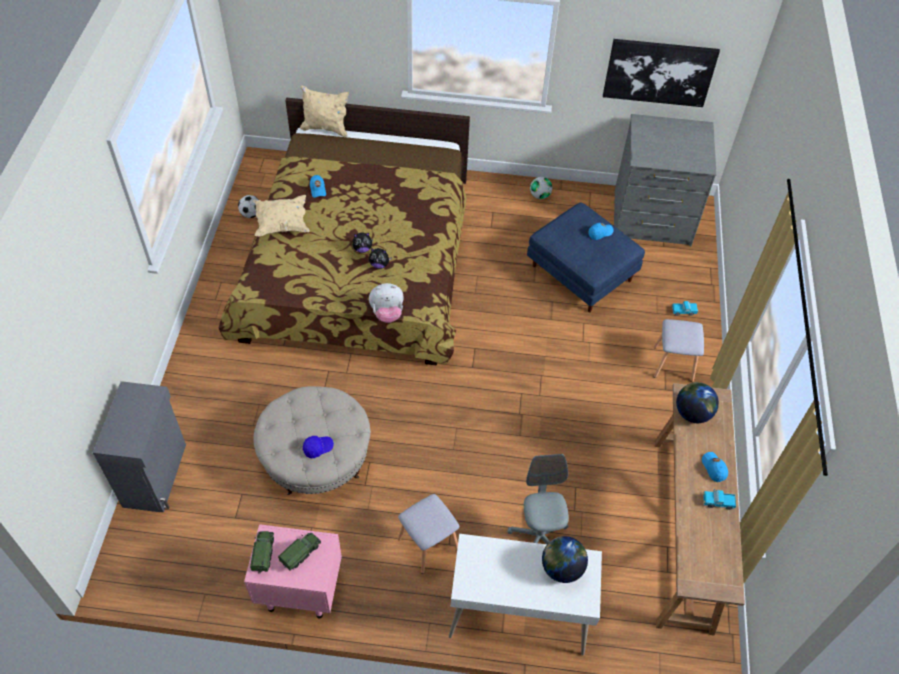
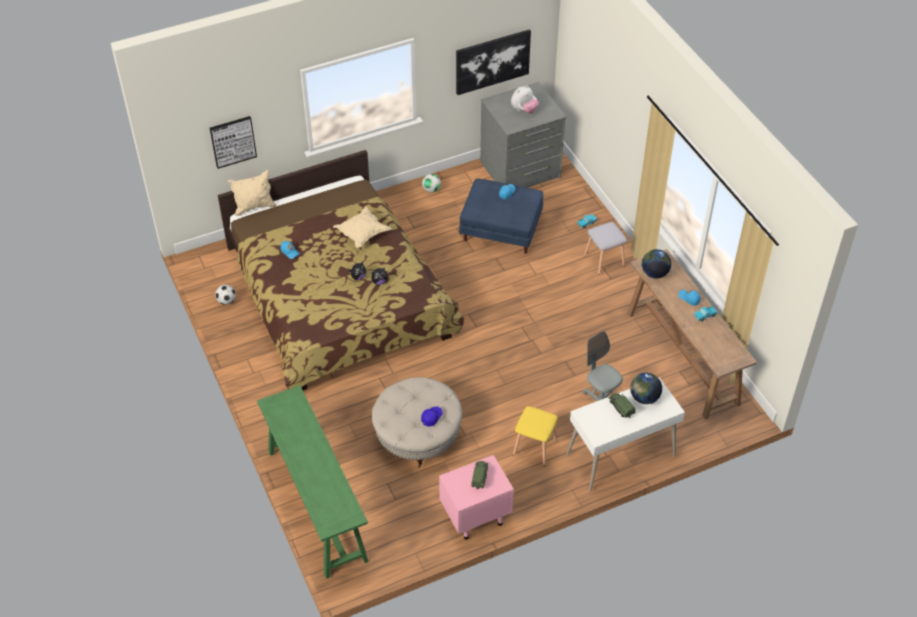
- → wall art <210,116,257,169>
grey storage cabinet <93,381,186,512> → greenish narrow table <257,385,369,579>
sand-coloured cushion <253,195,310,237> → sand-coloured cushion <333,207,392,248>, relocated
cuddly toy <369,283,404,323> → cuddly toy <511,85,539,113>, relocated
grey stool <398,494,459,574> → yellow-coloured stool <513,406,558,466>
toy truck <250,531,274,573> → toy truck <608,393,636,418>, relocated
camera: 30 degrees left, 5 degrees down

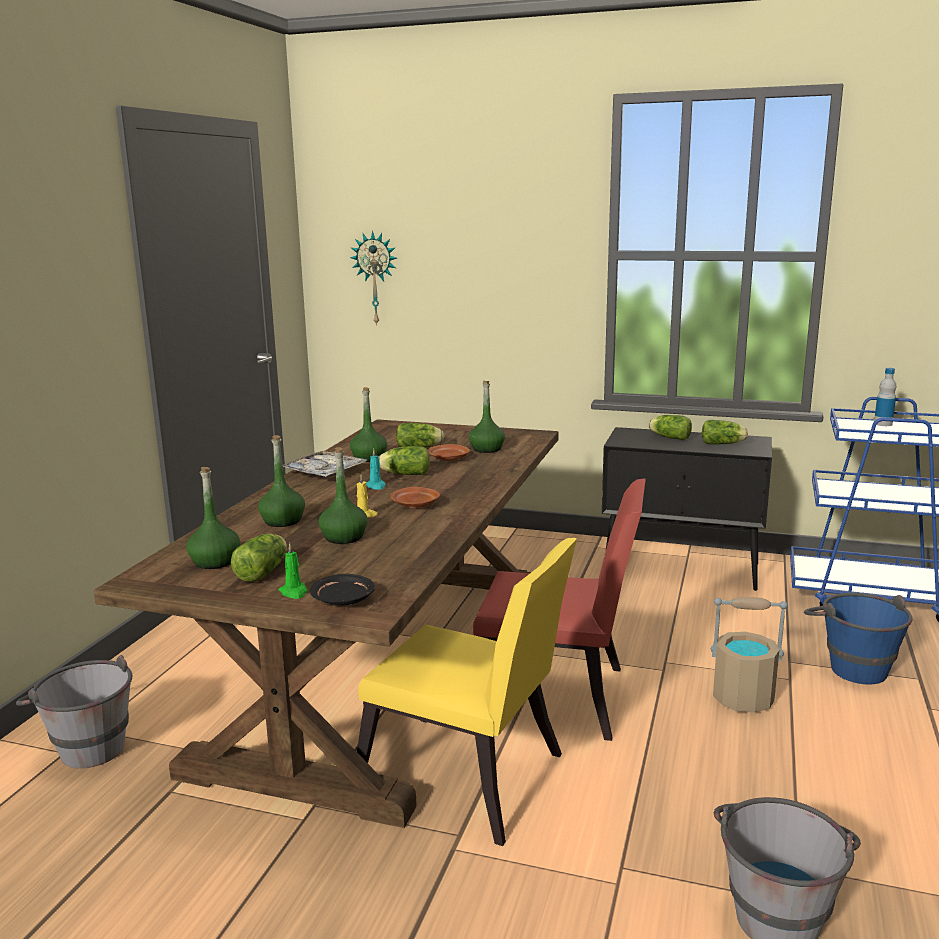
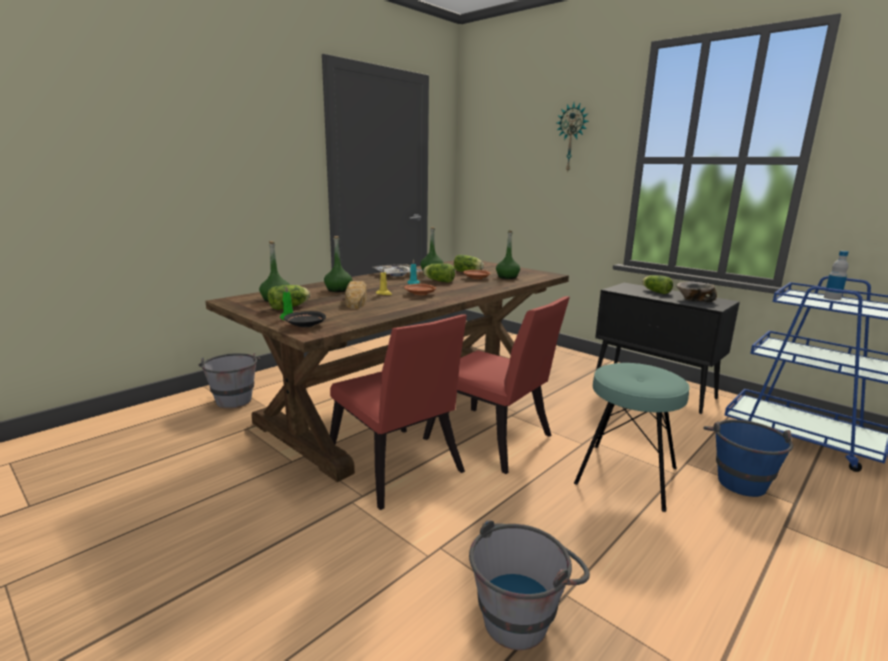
yellow-coloured upright chair <357,538,577,846> → reddish upright chair <330,315,467,510>
greenish bottle <319,447,368,544> → bread <345,281,367,309>
wall clock <350,231,397,326> → wall clock <557,103,589,173>, relocated
sand-coloured bucket <711,597,788,712> → blue-green stool <574,363,690,512>
lettuce head <702,420,748,444> → deep dish <676,281,717,302>
camera: 25 degrees right, 0 degrees up

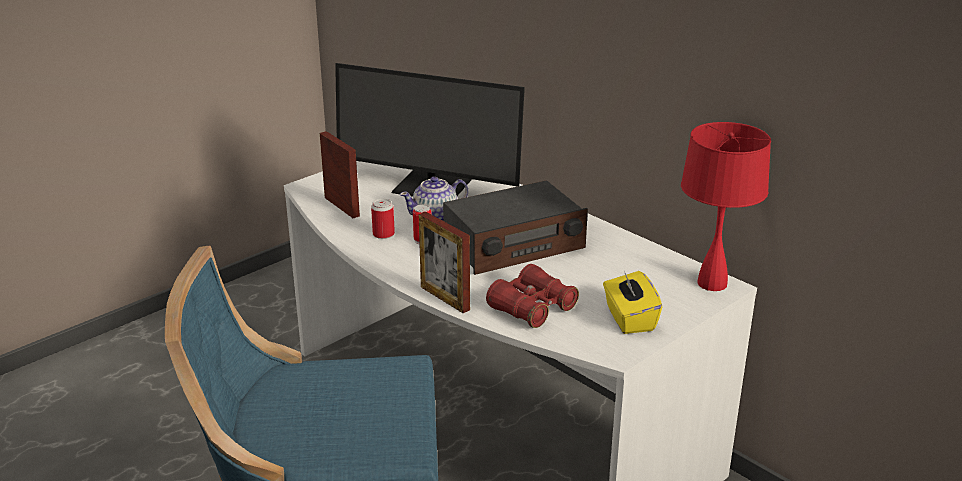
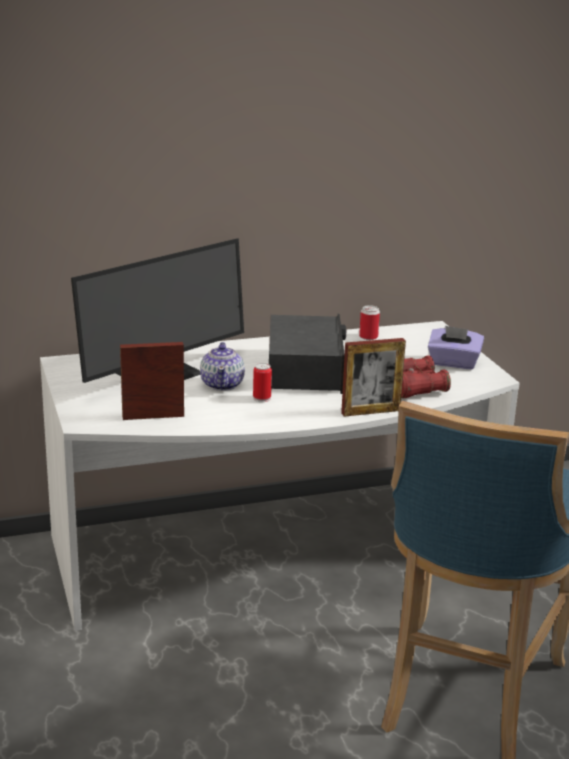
can <371,198,395,239> → can <359,305,380,340>, relocated
yellow-coloured box of tissues <603,271,662,334> → purple-coloured box of tissues <428,325,484,369>
reddish tabletop lamp <681,122,771,291> → -
camera: 65 degrees left, 5 degrees down

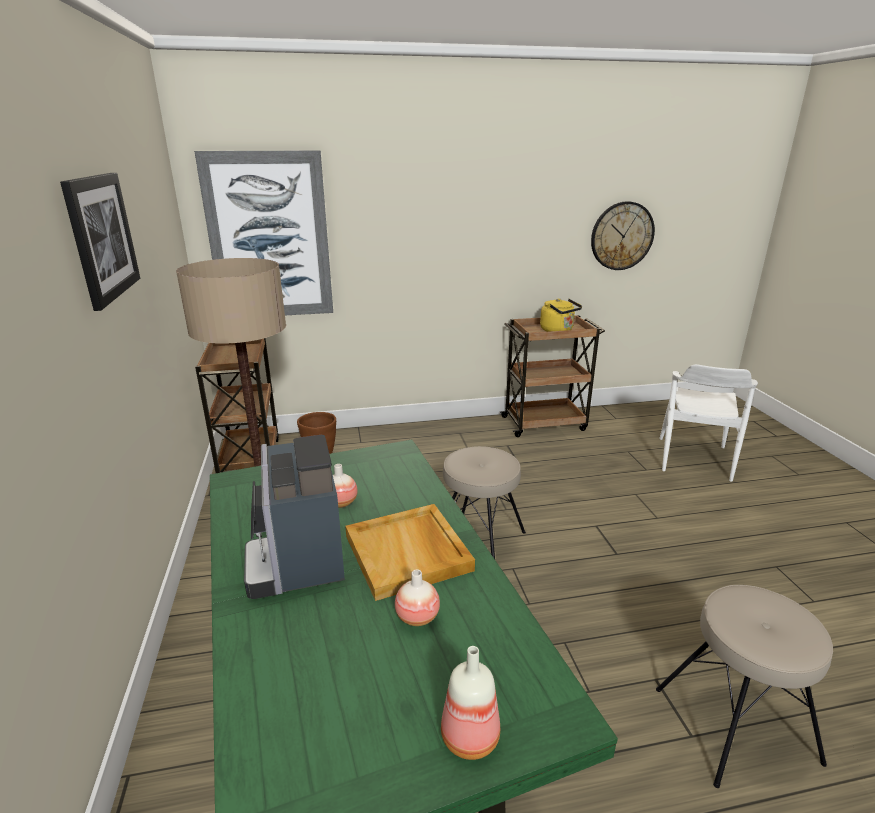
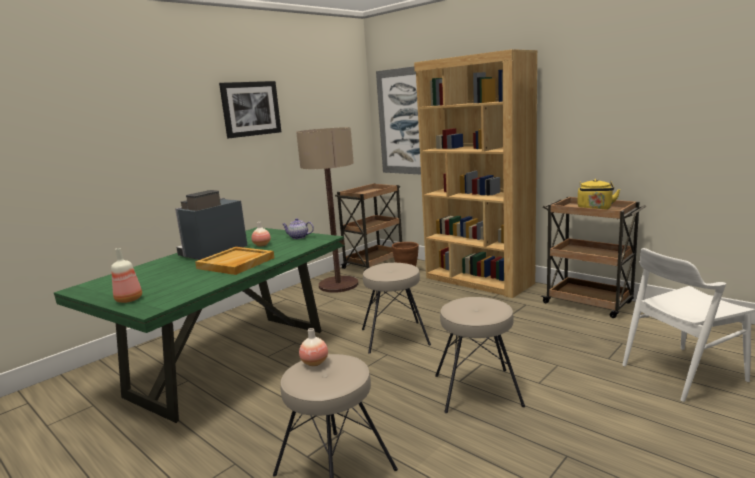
- → teapot <282,218,314,239>
flower vase <395,570,440,626> → flower vase <299,328,328,366>, relocated
- → brownish bookshelf <414,49,537,298>
- → sand-coloured stool <435,297,525,413>
wall clock <591,201,655,270> → -
camera: 55 degrees right, 10 degrees down

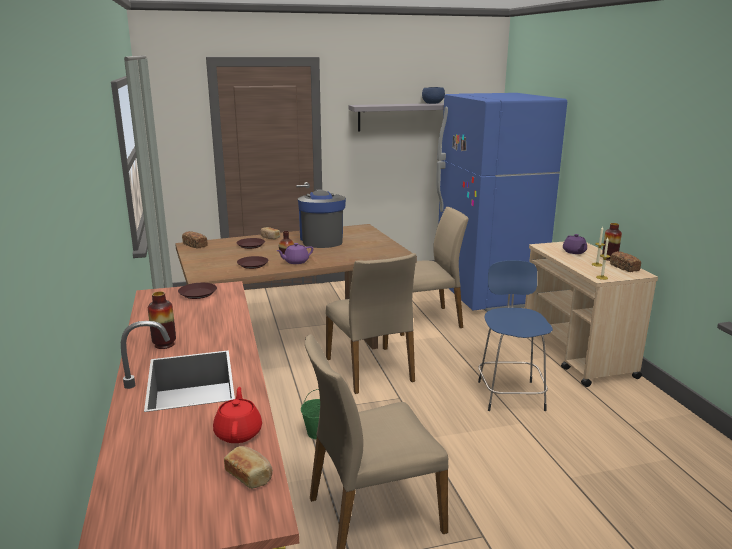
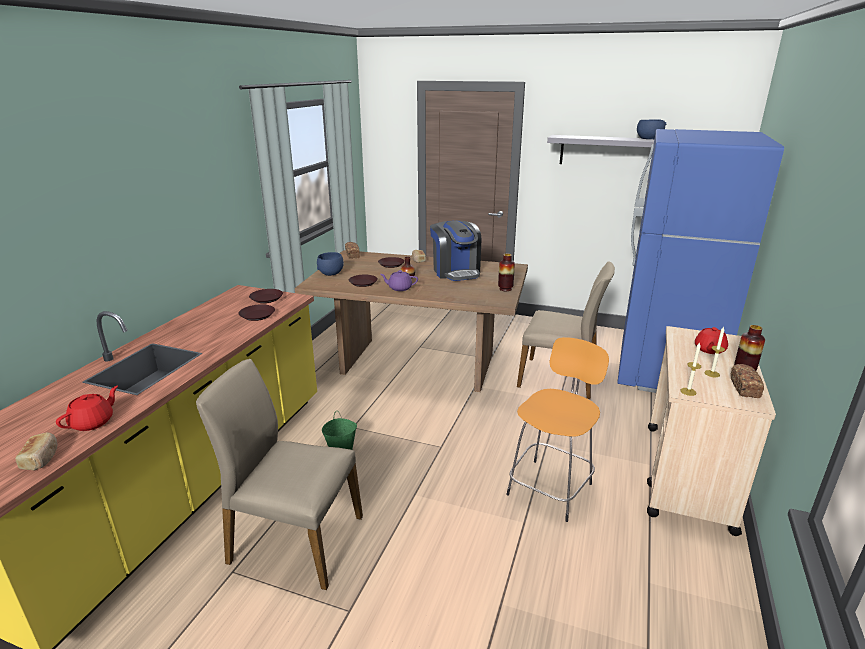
- → brownish plate <238,304,275,321>
- → bluish deep dish <317,252,344,276>
coffee machine <298,189,346,248> → coffee machine <430,221,481,281>, 135 degrees clockwise
flower vase <148,291,176,349> → flower vase <498,254,515,291>, relocated
bluish stool <478,260,553,411> → orangey stool <506,337,609,522>
purple-coloured teapot <563,234,587,254> → reddish teapot <695,327,728,354>
sand-coloured upright chair <326,253,416,394> → -
camera: 35 degrees right, 5 degrees up

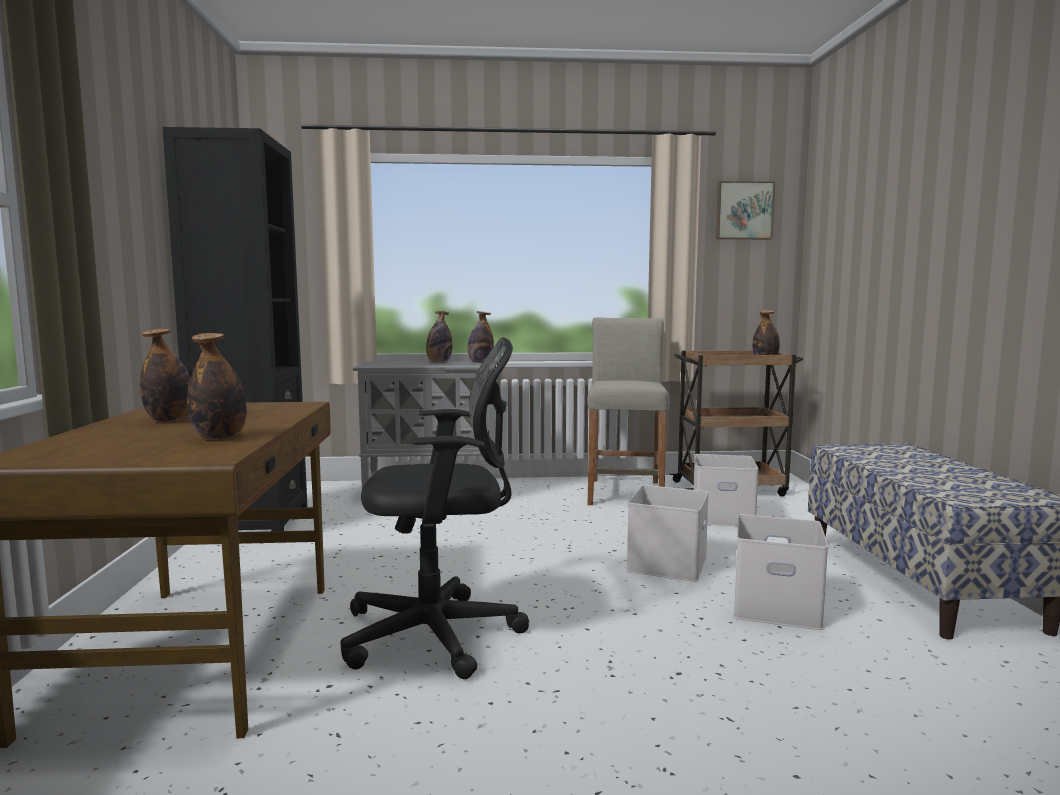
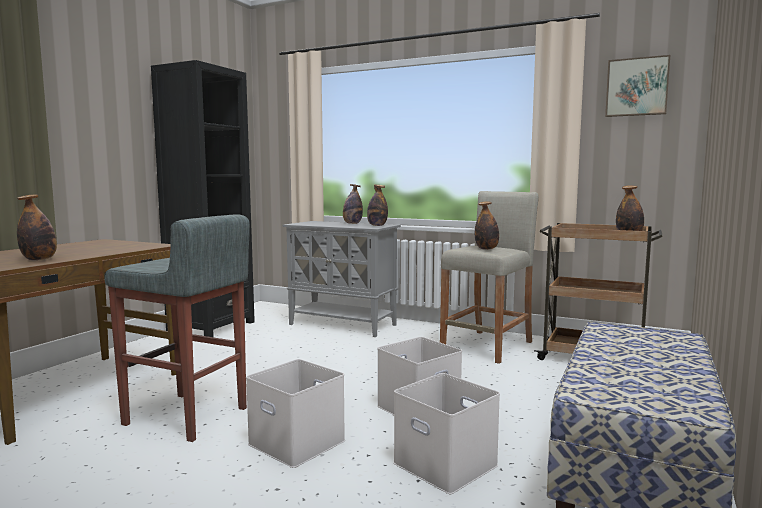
black-coloured office chair <340,337,529,679> → grey stool <104,214,250,442>
white storage container <694,454,759,526> → white storage container <246,359,345,468>, relocated
bottle <140,329,190,422> → bottle <475,201,499,250>, relocated
camera: 30 degrees right, 0 degrees up

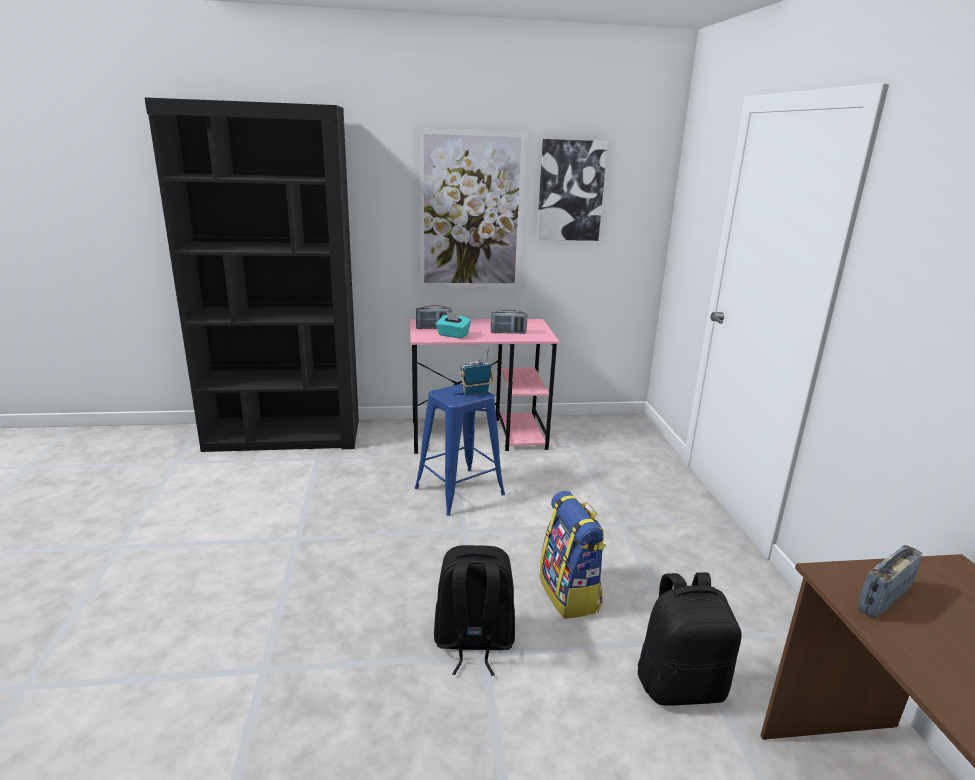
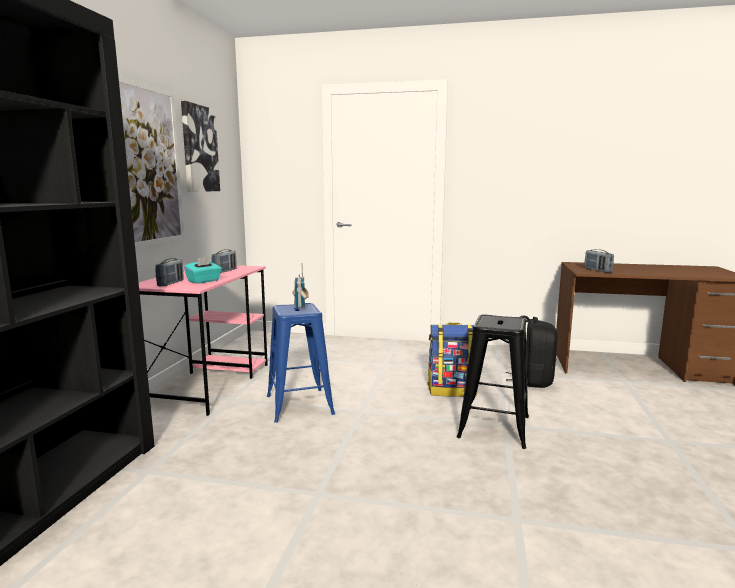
black-coloured backpack <434,545,515,676> → black-coloured stool <457,314,529,449>
camera: 70 degrees left, 10 degrees down

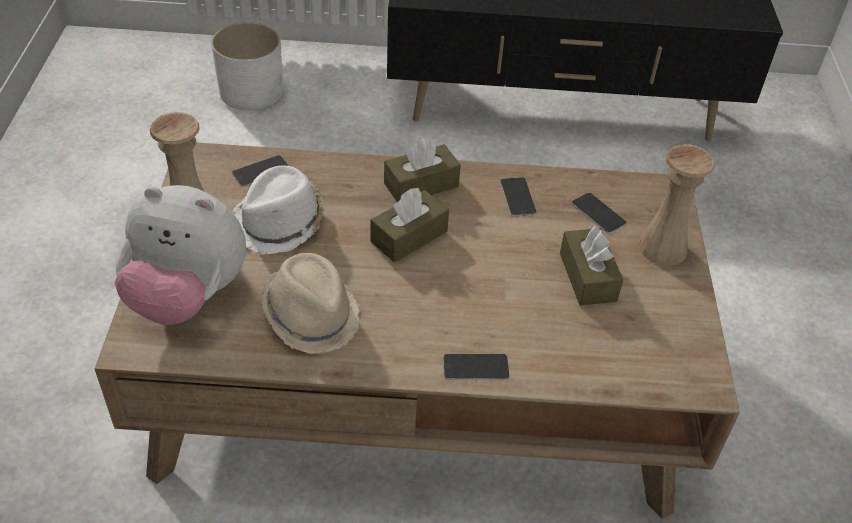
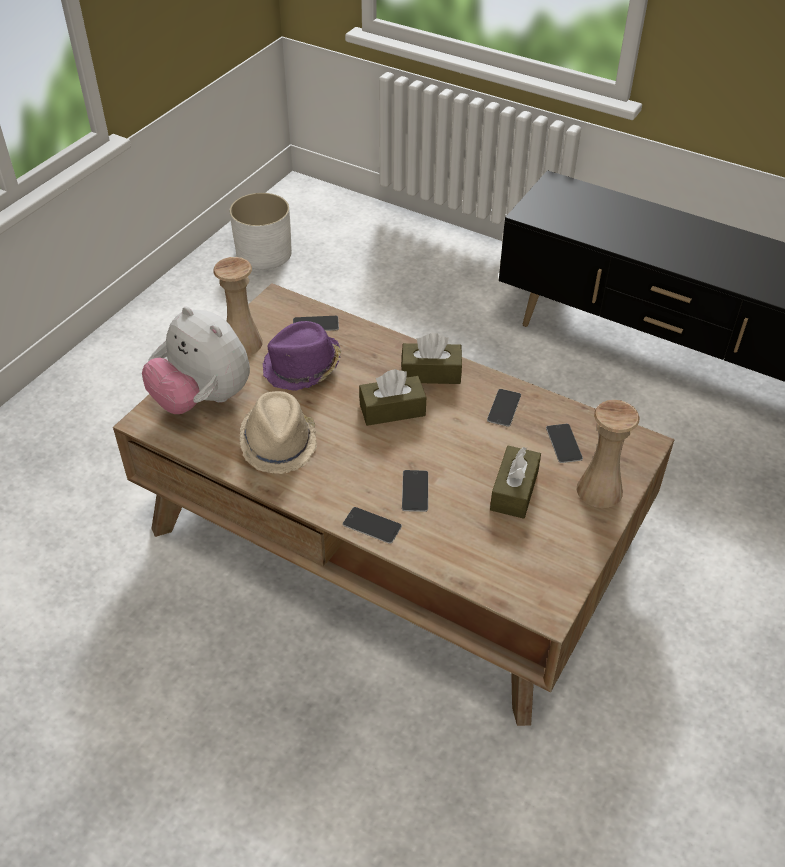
white plant pot <211,22,283,110> → white plant pot <230,193,292,270>, relocated
white hat <232,166,324,255> → purple-coloured hat <263,321,341,391>
- → handset <402,470,428,512>
camera: 30 degrees right, 0 degrees up

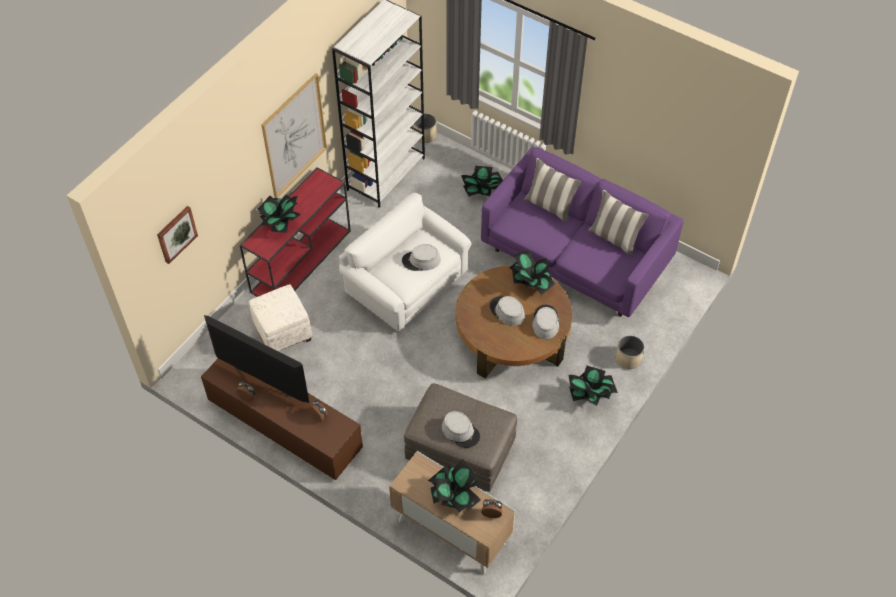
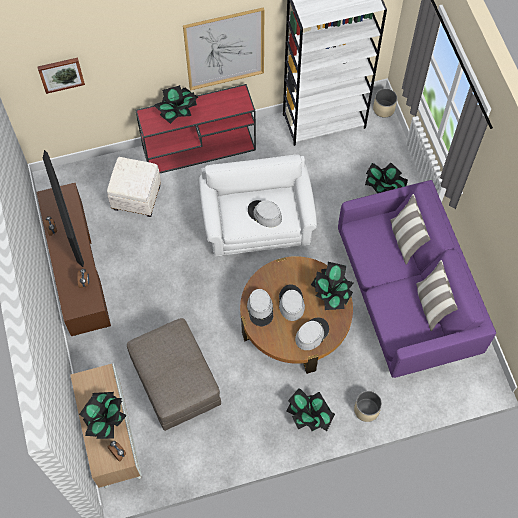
grey hat <442,411,480,448> → grey hat <247,289,273,326>, relocated
camera: 40 degrees right, 10 degrees up

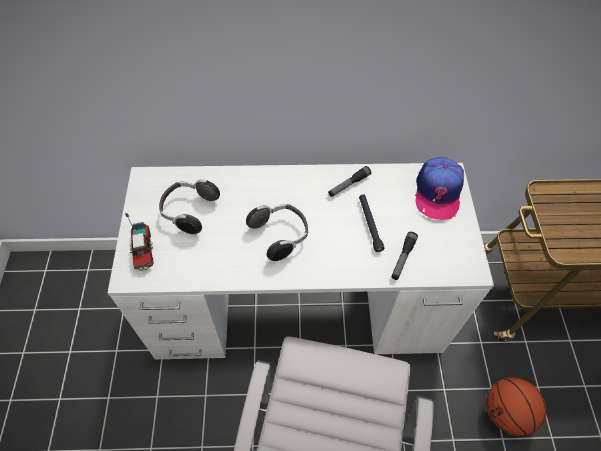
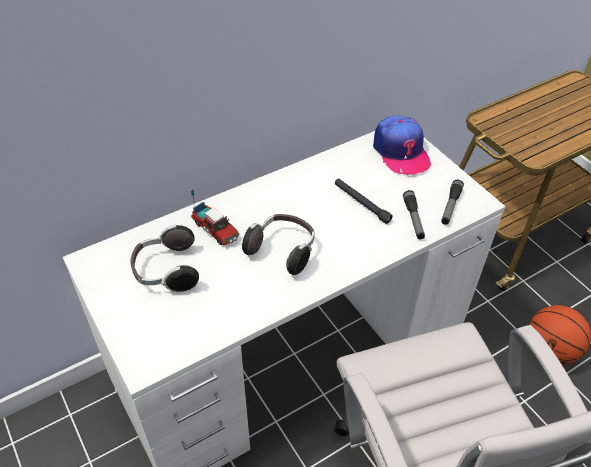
toy truck <125,212,154,271> → toy truck <191,189,239,245>, relocated
flashlight <328,166,371,197> → flashlight <441,180,464,225>, relocated
camera: 30 degrees left, 10 degrees down

